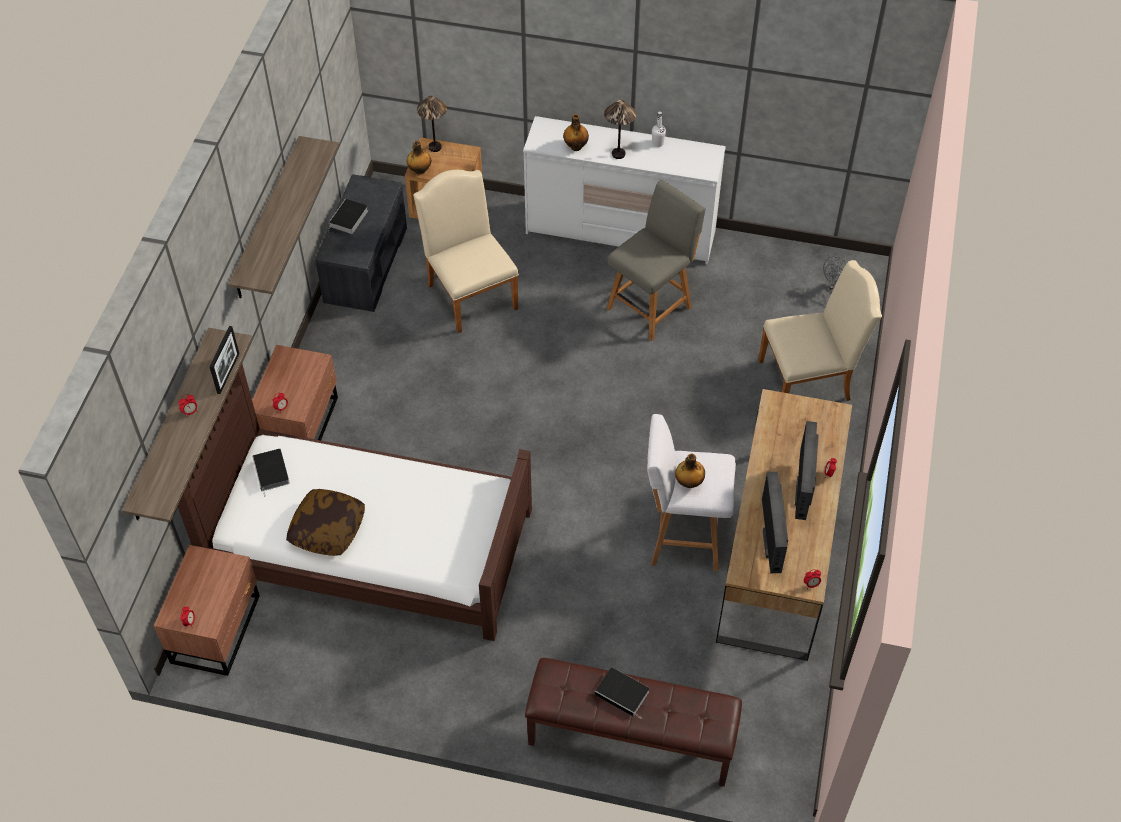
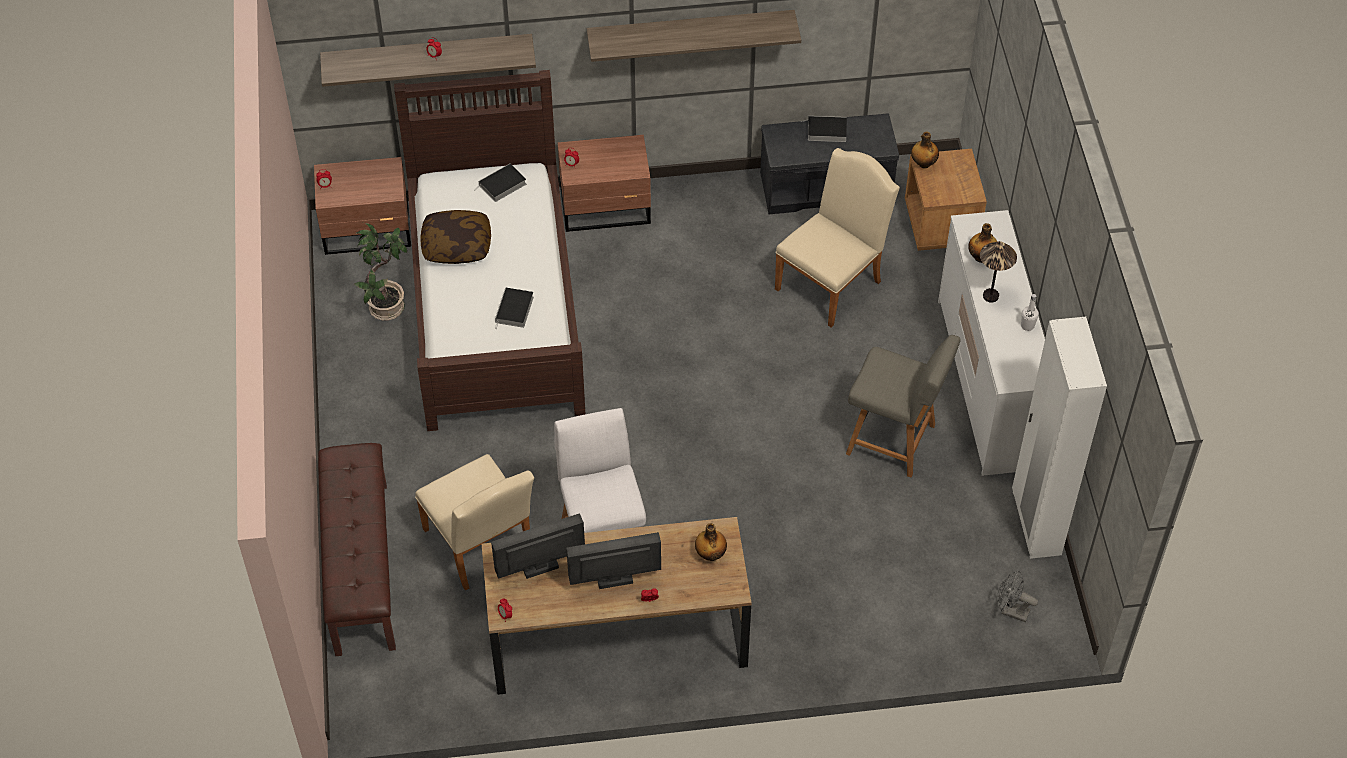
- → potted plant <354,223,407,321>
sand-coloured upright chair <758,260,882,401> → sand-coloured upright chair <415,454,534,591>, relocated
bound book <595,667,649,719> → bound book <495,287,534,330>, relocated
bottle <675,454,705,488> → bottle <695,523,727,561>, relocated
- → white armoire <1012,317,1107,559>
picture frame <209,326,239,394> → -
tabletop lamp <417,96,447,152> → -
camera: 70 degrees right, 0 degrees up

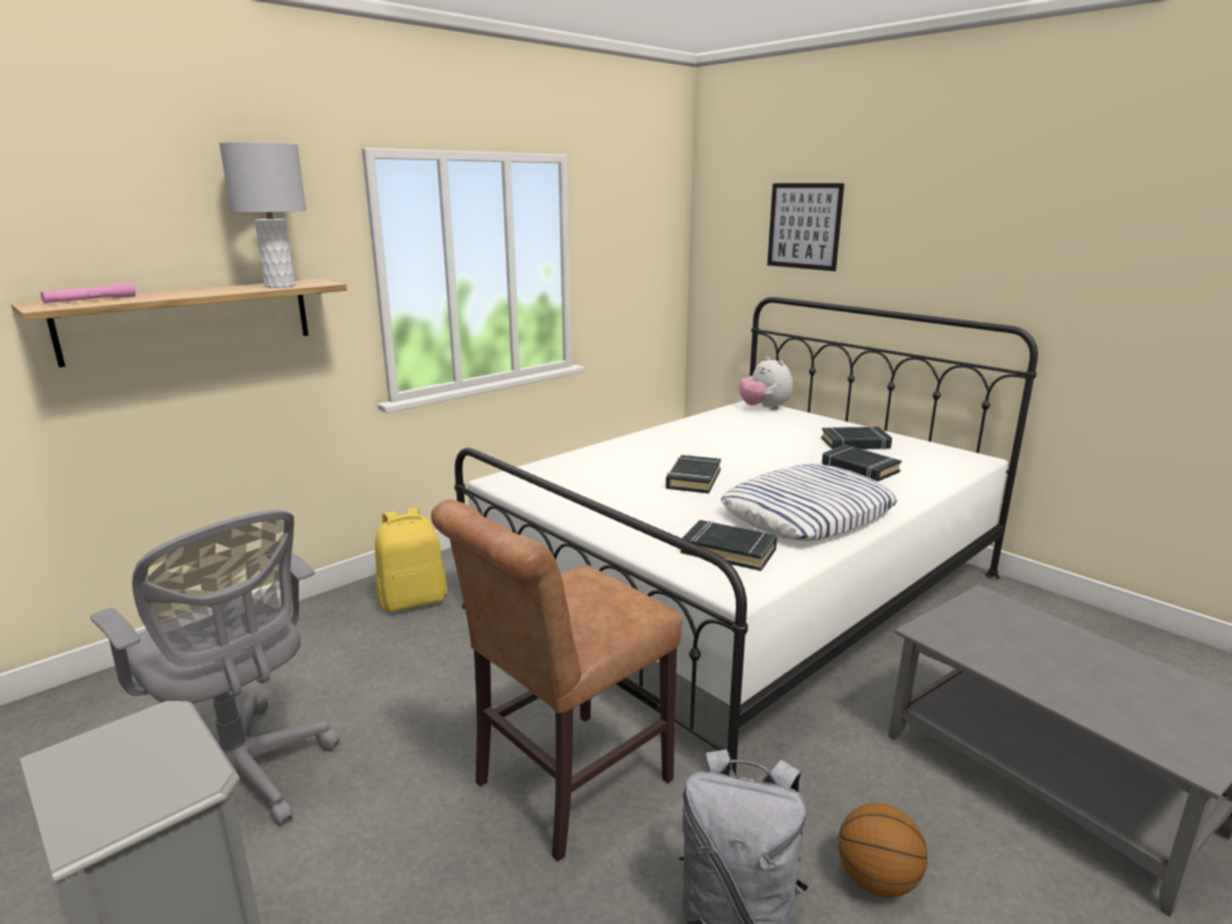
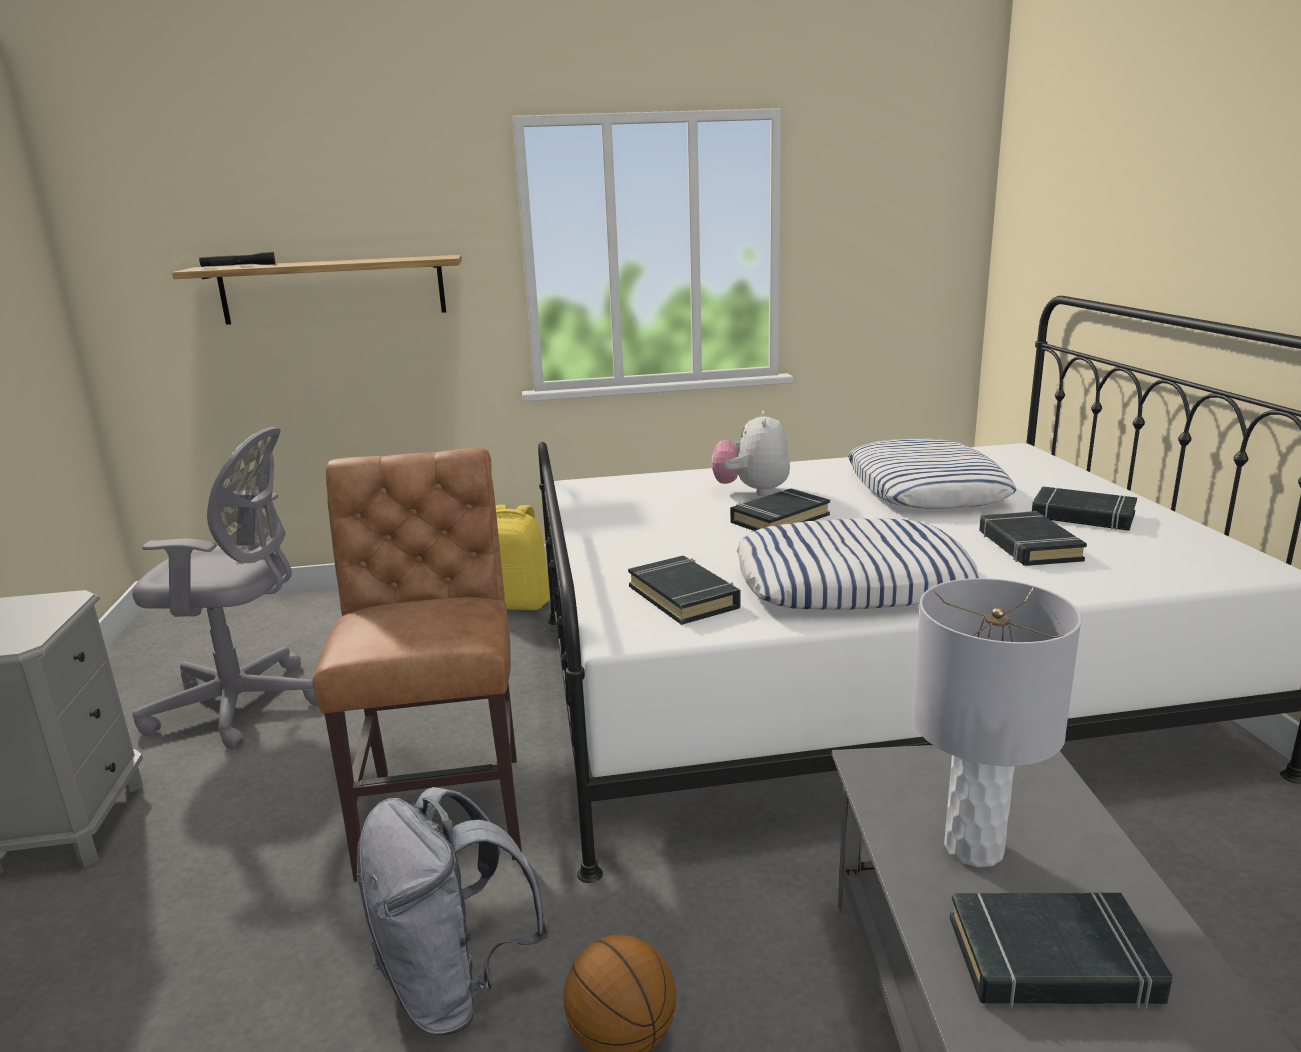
grey office chair <90,510,340,826> → grey office chair <132,427,318,750>, 75 degrees counterclockwise
pink flashlight <41,282,136,303> → black-coloured flashlight <199,251,275,267>
brownish upright chair <431,500,682,862> → brownish upright chair <313,448,522,882>, 90 degrees clockwise
cuddly toy <739,356,793,410> → cuddly toy <712,411,790,496>, relocated
- → cushion <848,438,1017,509>
grey tabletop lamp <219,142,306,288> → grey tabletop lamp <912,578,1082,867>, relocated
- → black-coloured bound book <950,893,1172,1008>
wall art <767,183,844,271> → -
camera: 35 degrees right, 0 degrees up

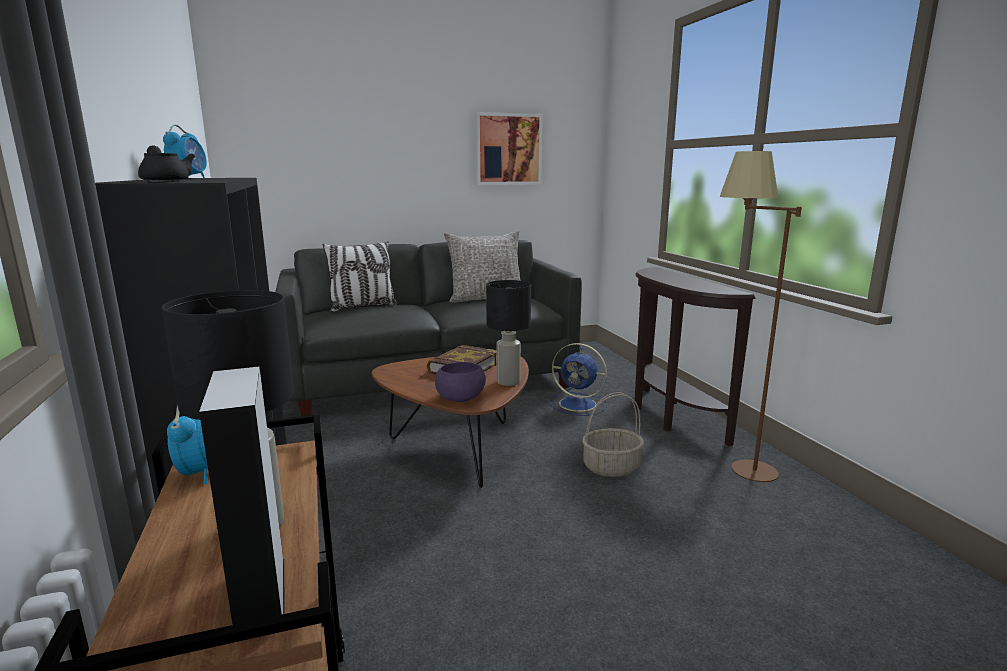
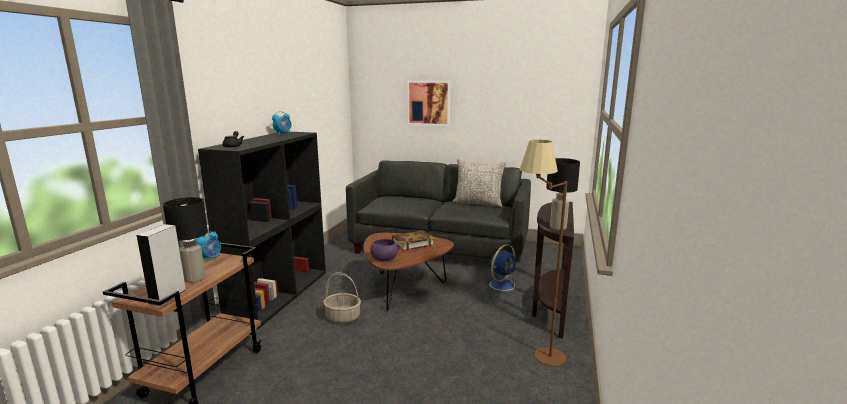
storage basket <582,392,644,477> → storage basket <323,272,361,324>, relocated
wall art <475,112,543,185> → wall art <407,81,450,126>, relocated
bluish cooling fan <550,343,607,416> → bluish cooling fan <485,244,522,293>, 105 degrees counterclockwise
black-coloured tabletop lamp <486,280,531,386> → black-coloured tabletop lamp <546,158,580,230>, relocated
cushion <323,241,398,312> → -
camera: 35 degrees right, 0 degrees up

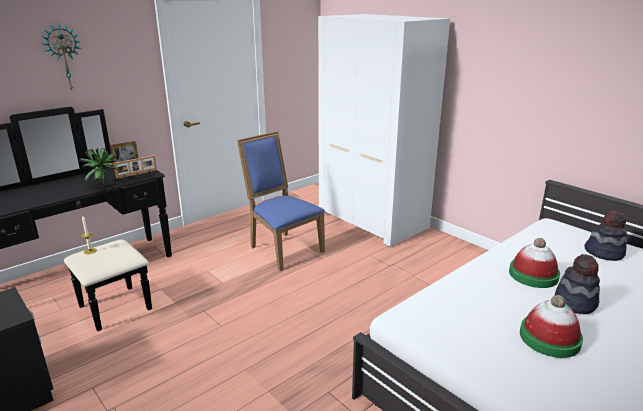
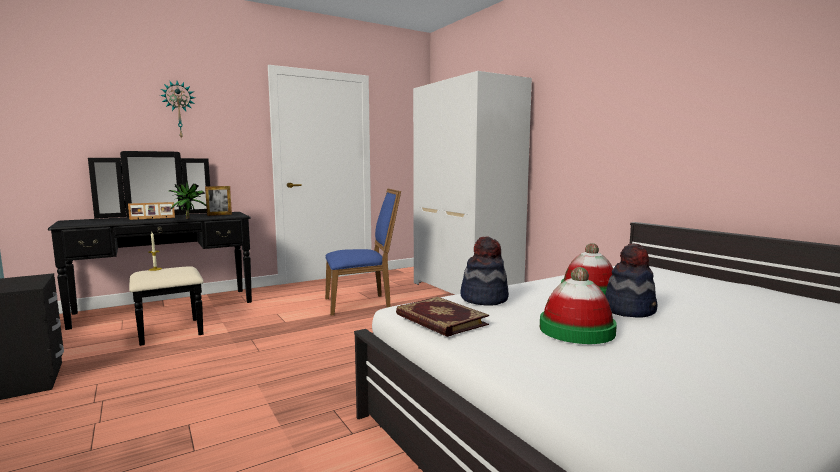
picture frame <114,155,157,179> → picture frame <128,202,175,220>, relocated
bluish upright chair <237,131,325,271> → bluish upright chair <325,188,401,315>, 105 degrees clockwise
- → bound book <396,297,489,337>
hat <584,211,627,261> → hat <460,236,509,306>, relocated
camera: 10 degrees right, 15 degrees down

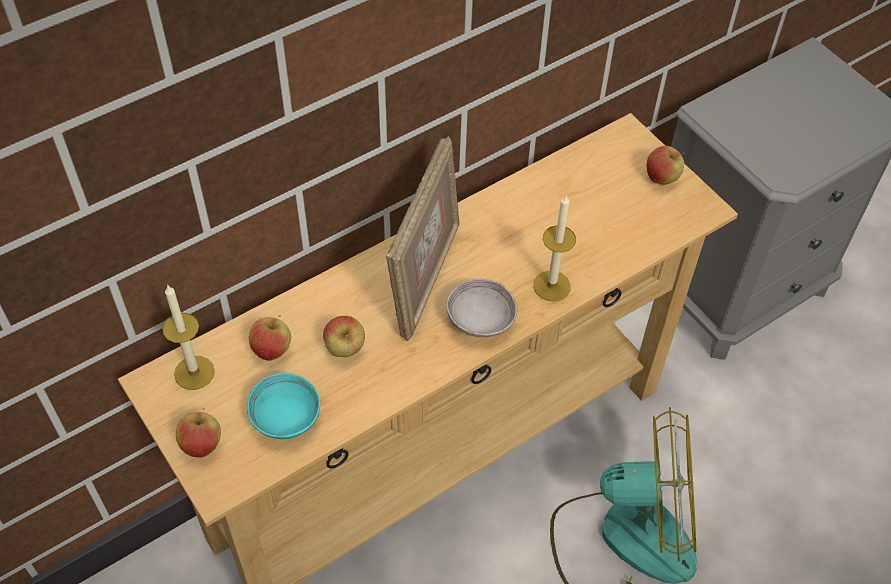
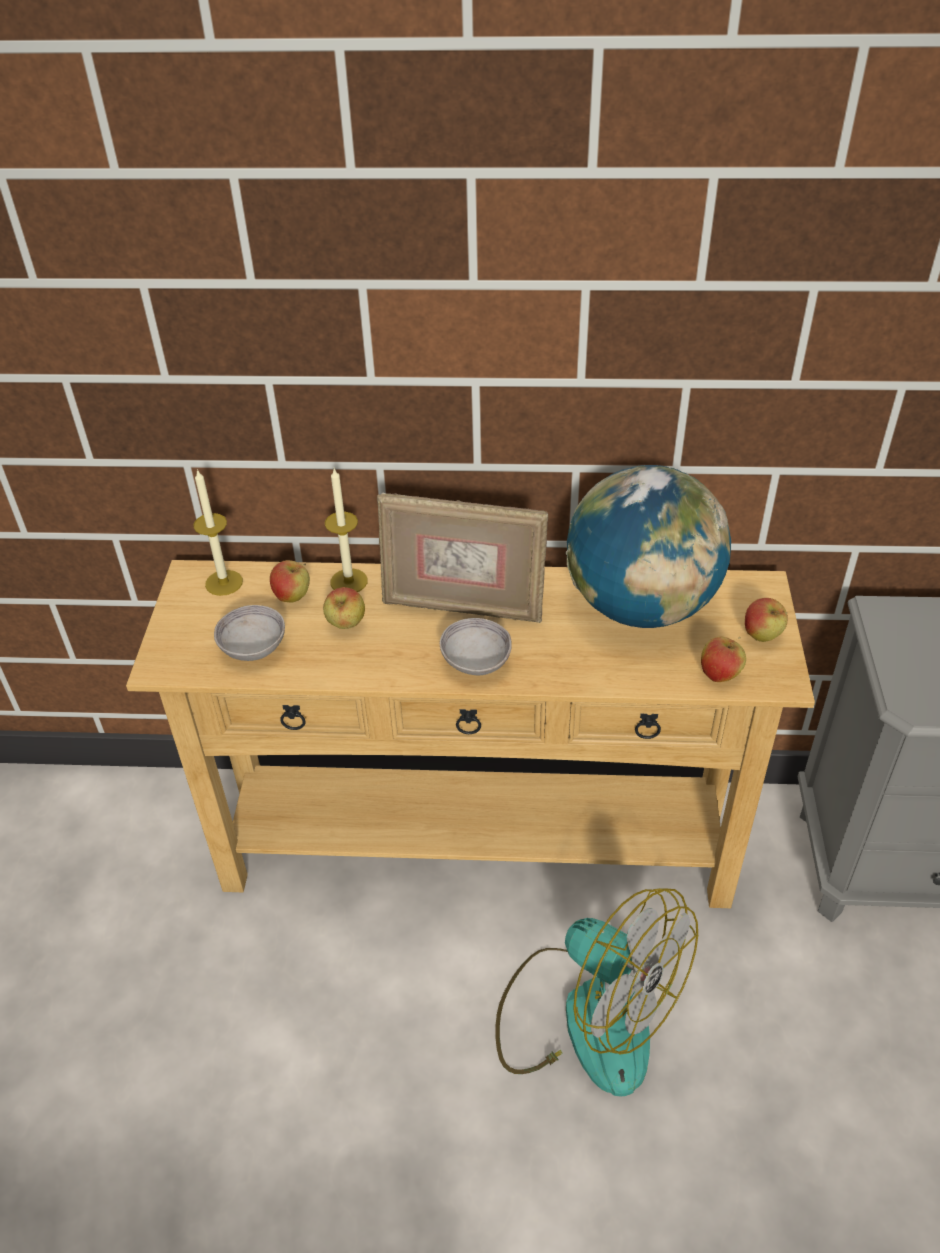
blue-green deep dish <247,373,320,439> → grey deep dish <214,605,285,661>
wax light <533,194,576,301> → wax light <325,469,368,592>, relocated
picture frame <386,136,460,341> → picture frame <377,492,548,623>, 45 degrees clockwise
- → world globe <566,465,731,628>
whole apple <176,408,221,458> → whole apple <701,637,746,682>, relocated
camera: 40 degrees right, 10 degrees down

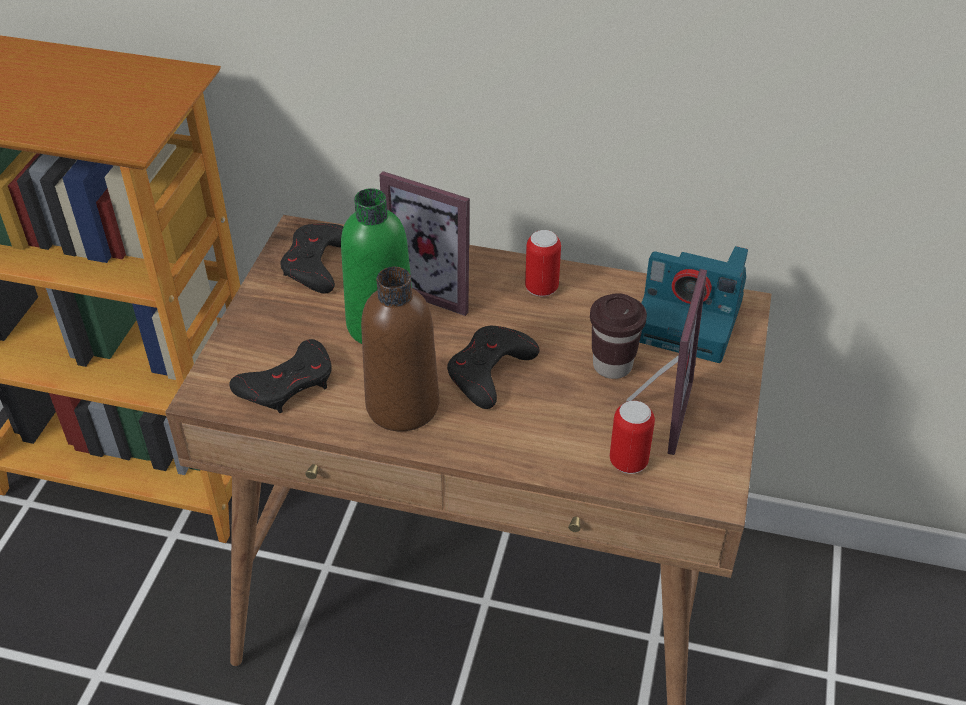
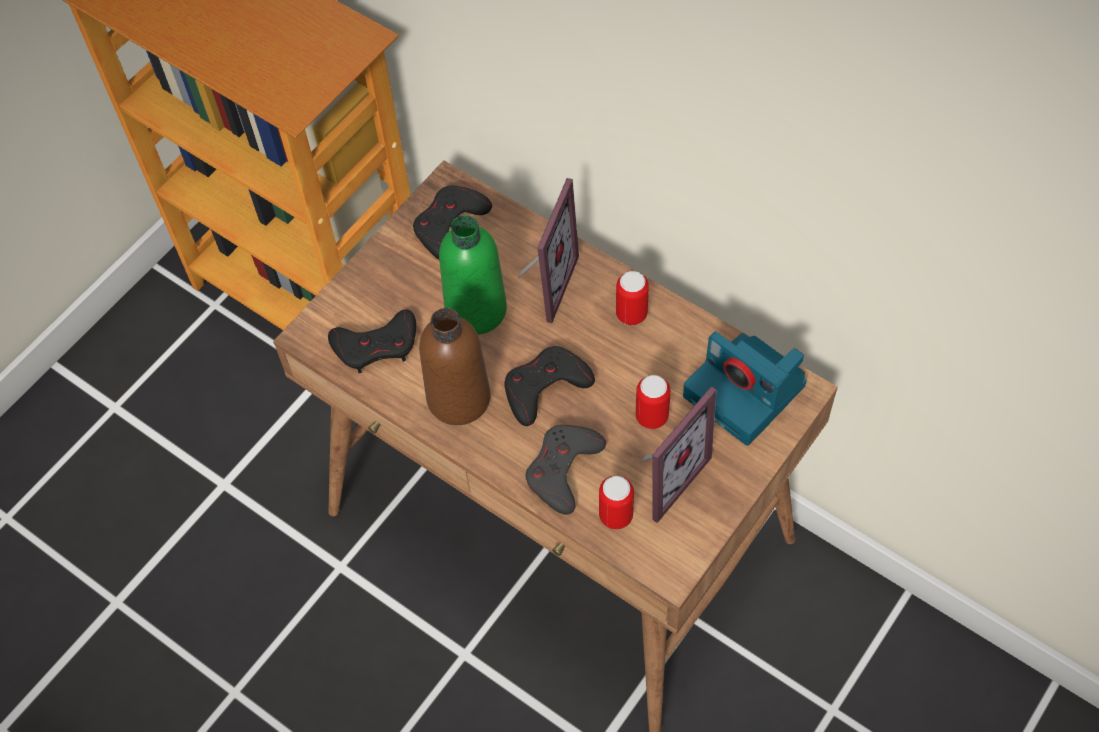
picture frame <379,171,470,316> → picture frame <518,178,579,323>, 120 degrees counterclockwise
- → grey joypad <526,425,606,515>
brownish drinking cup <590,293,647,379> → can <636,375,671,429>
camera: 25 degrees right, 15 degrees up

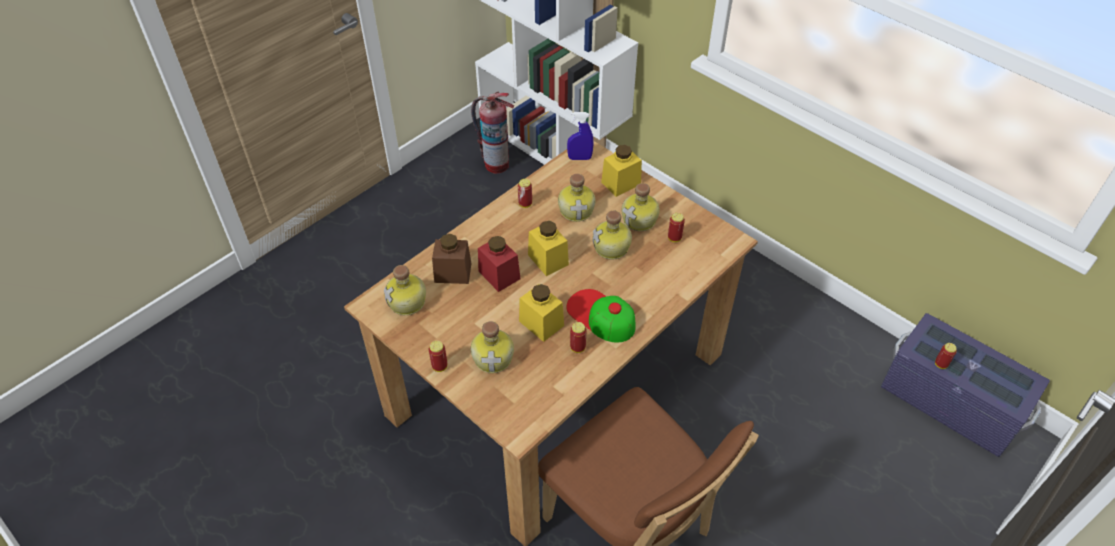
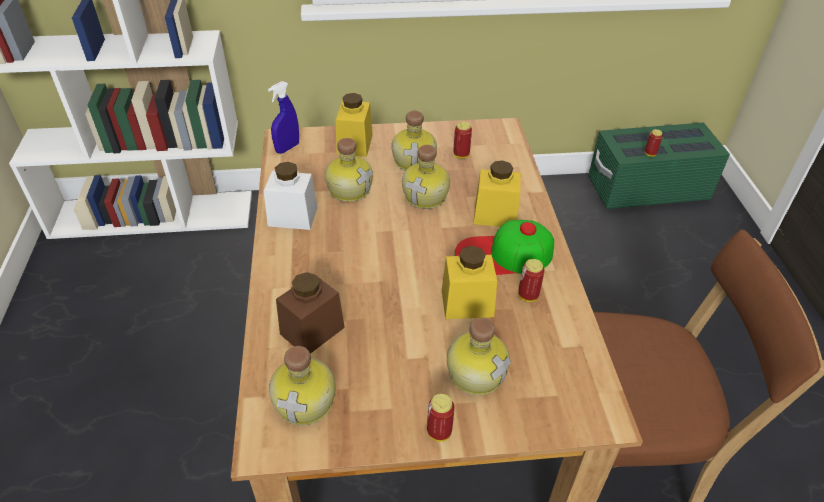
can <518,179,532,208> → white storage jar <264,162,317,230>
yellow-coloured storage jar <528,221,569,276> → yellow-coloured storage jar <473,160,521,227>, relocated
purple-coloured storage container <881,313,1050,457> → greenish storage container <588,123,730,209>
fire extinguisher <471,91,514,174> → -
reddish storage jar <478,236,521,292> → -
camera: 50 degrees left, 5 degrees down

